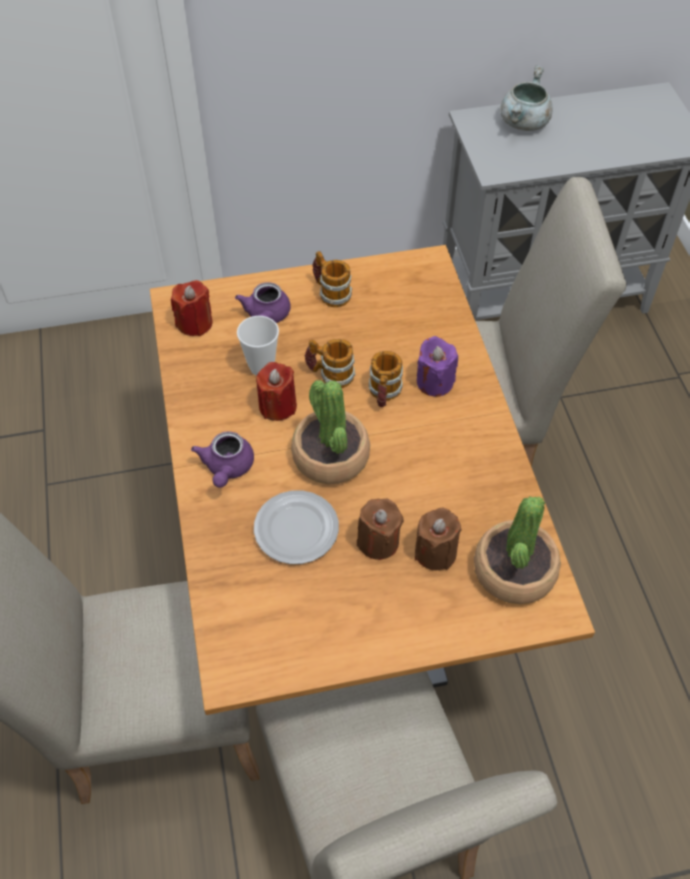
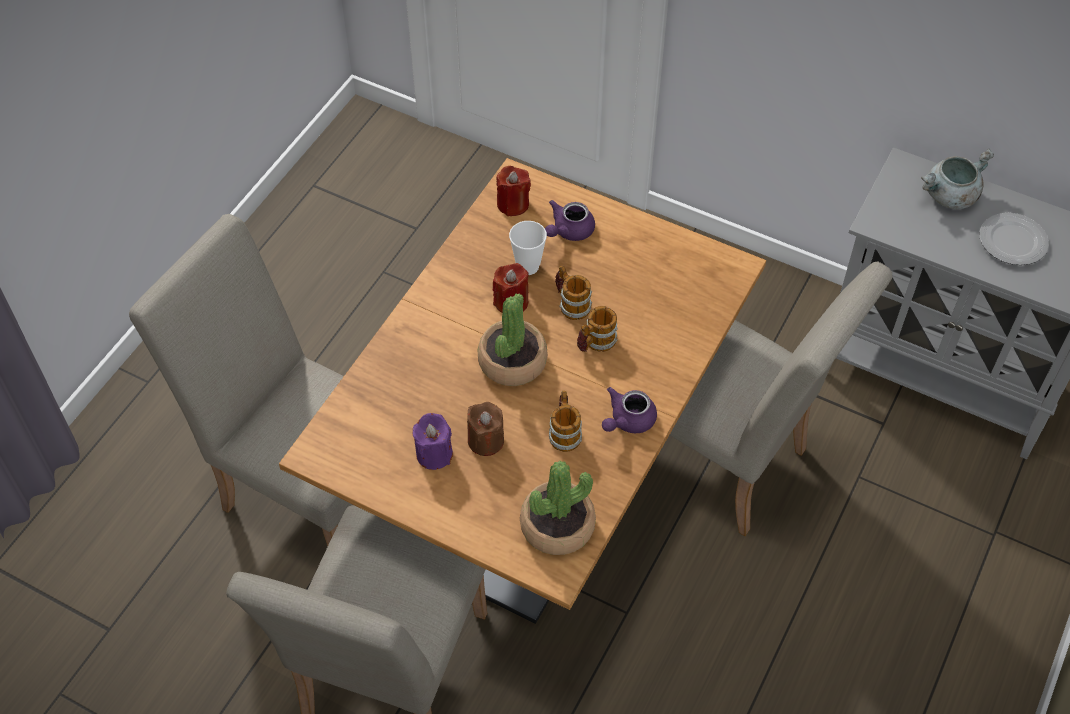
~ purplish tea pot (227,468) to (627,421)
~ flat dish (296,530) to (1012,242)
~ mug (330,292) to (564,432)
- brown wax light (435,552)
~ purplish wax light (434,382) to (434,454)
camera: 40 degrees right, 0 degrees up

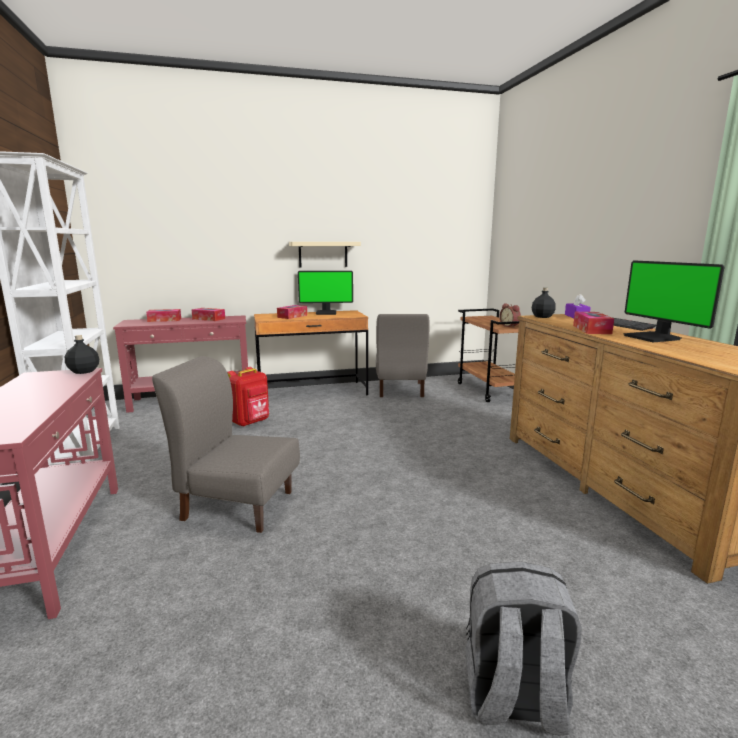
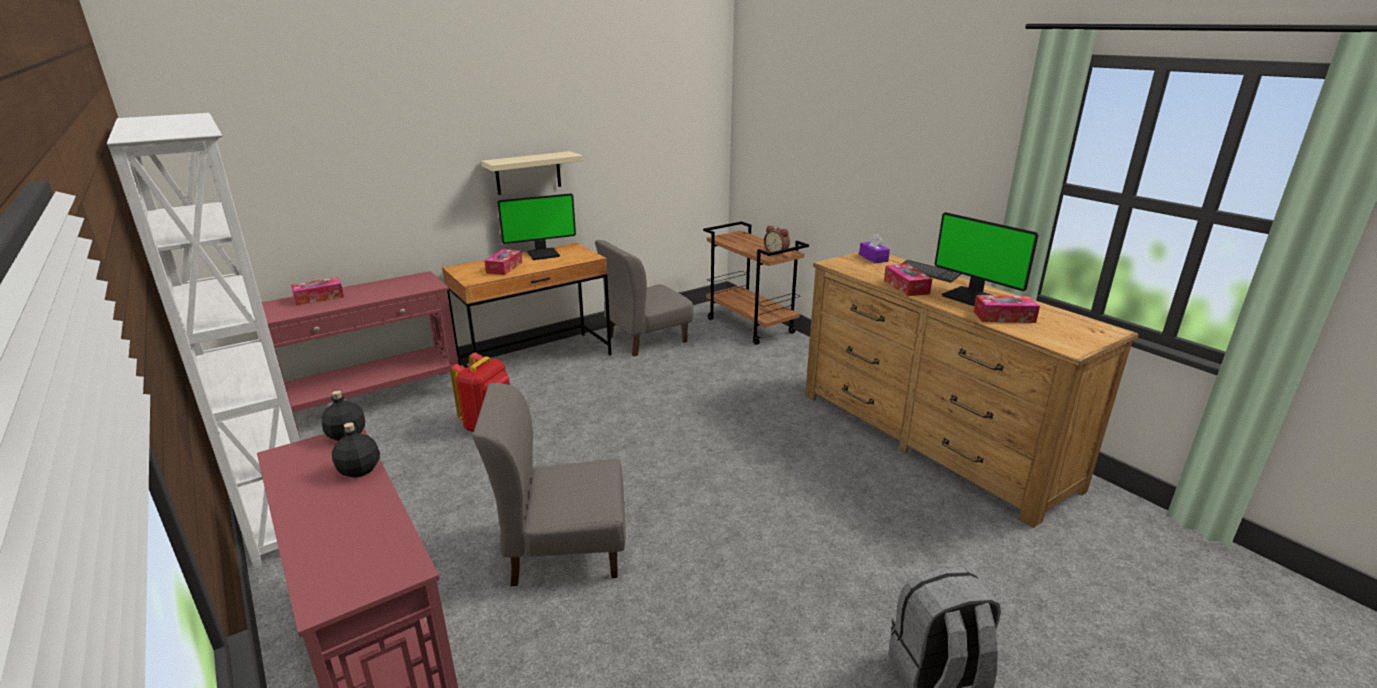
~ box of tissues (208,319) to (1004,317)
~ greyish upright chair (400,389) = (645,339) 75 degrees clockwise
~ black-coloured beverage bottle (542,316) to (359,470)
camera: 20 degrees left, 10 degrees up

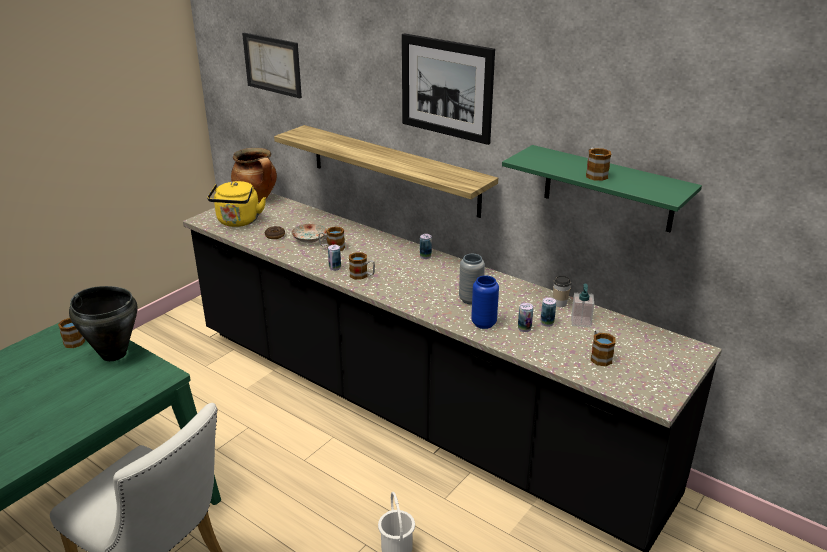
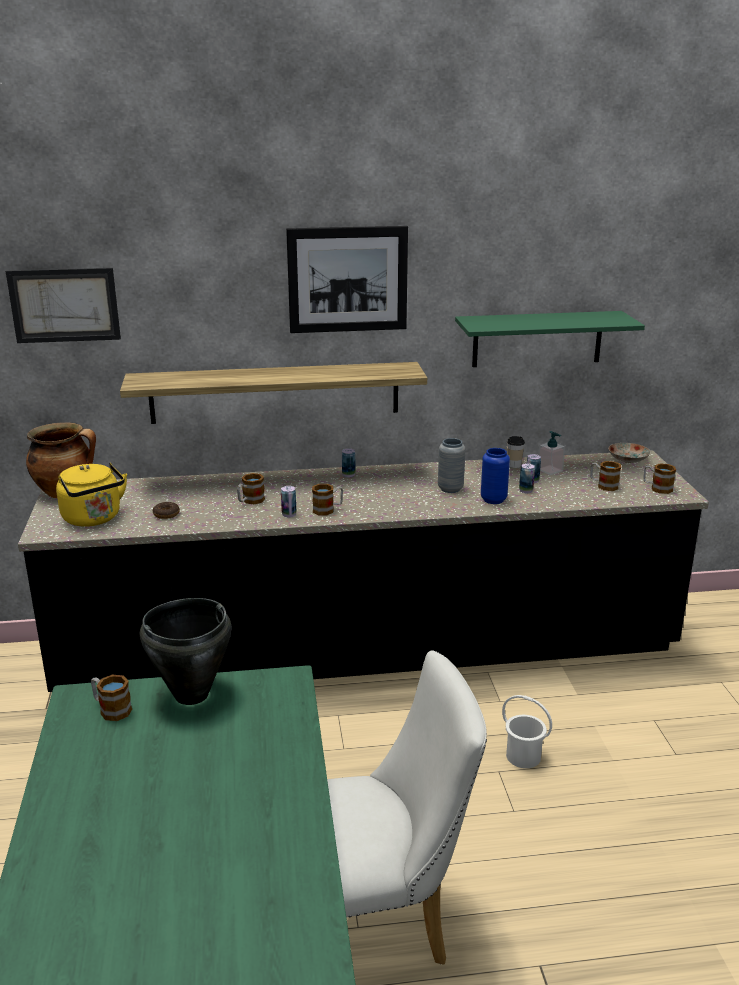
~ flat dish (309,239) to (627,459)
~ mug (594,174) to (657,488)
camera: 45 degrees left, 5 degrees down

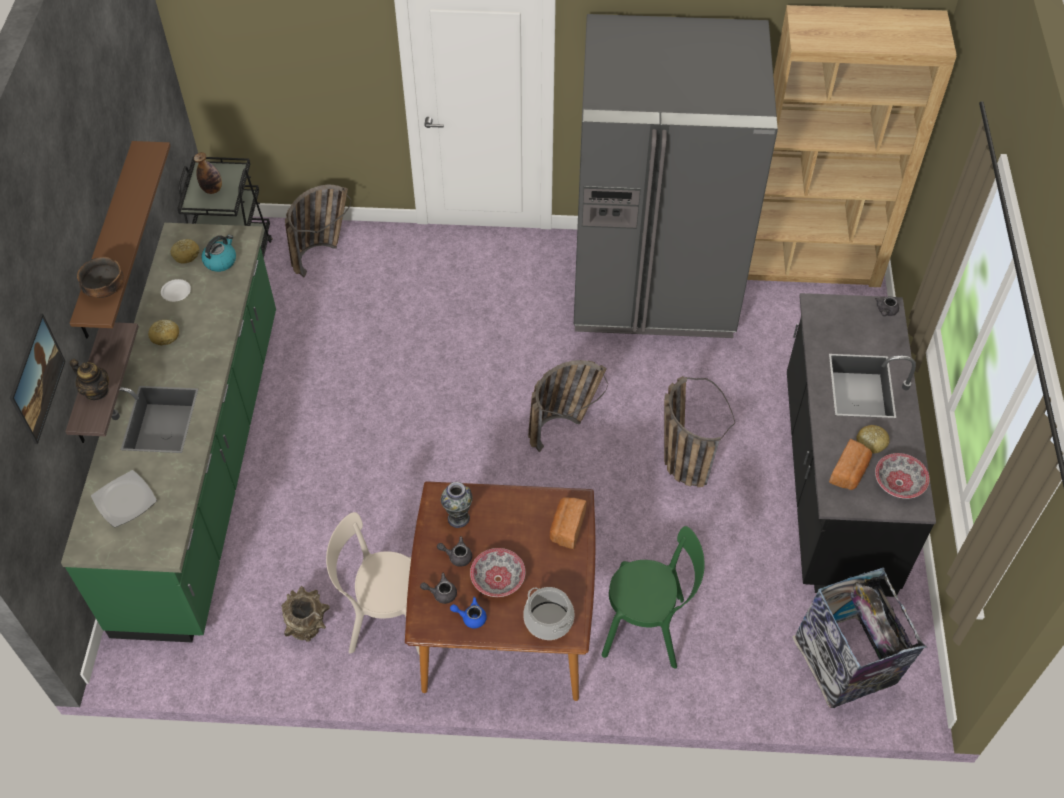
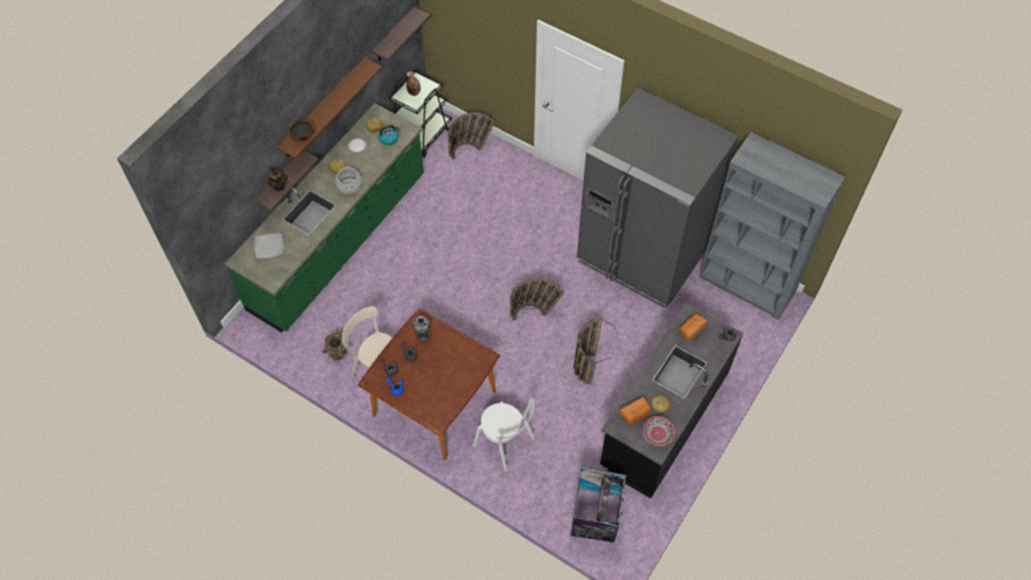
- wall art (43,390)
- bowl (498,579)
~ saucepot (548,620) to (349,185)
~ bread (567,528) to (691,330)
~ green-coloured upright chair (648,628) to white-coloured upright chair (505,444)
~ brown bookshelf (811,262) to greyish bookshelf (747,285)
+ wall shelf (394,36)
camera: 30 degrees right, 5 degrees up

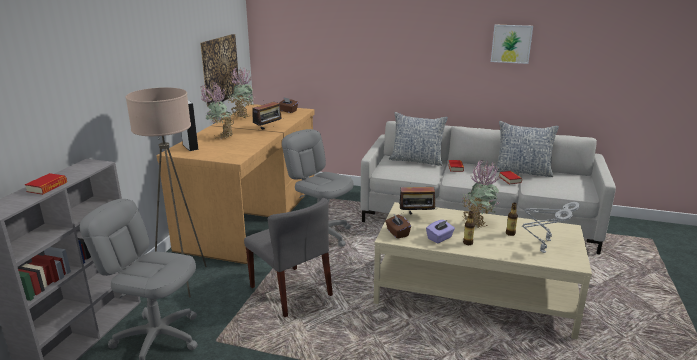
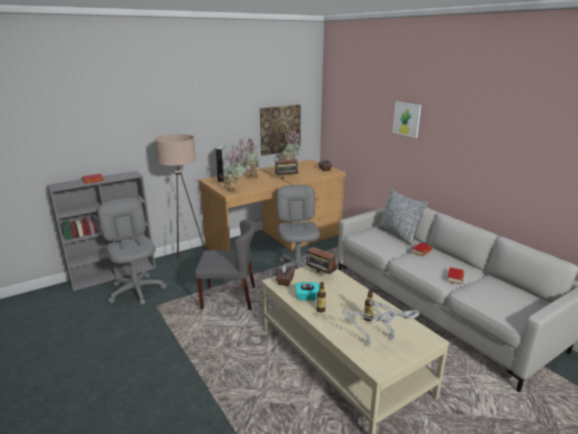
~ greyish upright chair (291,291) = (229,297) 90 degrees counterclockwise
~ purplish box of tissues (440,238) to blue-green box of tissues (307,297)
~ houseplant (477,222) to (234,190)
~ wall art (511,44) to (407,119)
- pillow (522,171)
camera: 40 degrees right, 0 degrees up

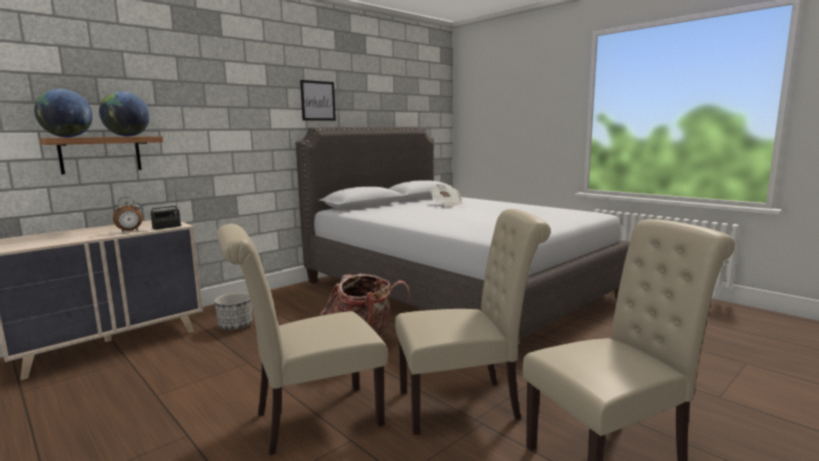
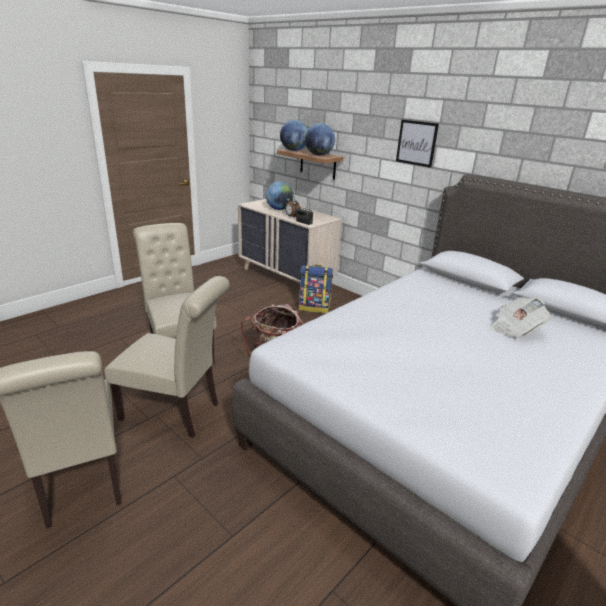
~ planter (235,326) to knapsack (314,308)
~ wall art (318,101) to (416,143)
~ beige upright chair (466,404) = (176,412) 60 degrees counterclockwise
+ globe (279,209)
camera: 85 degrees right, 15 degrees up

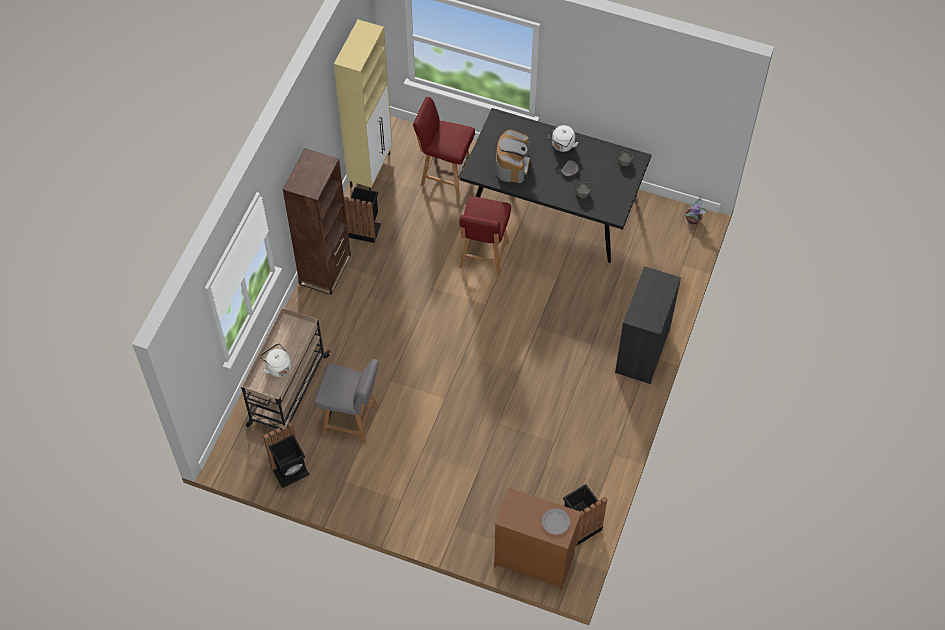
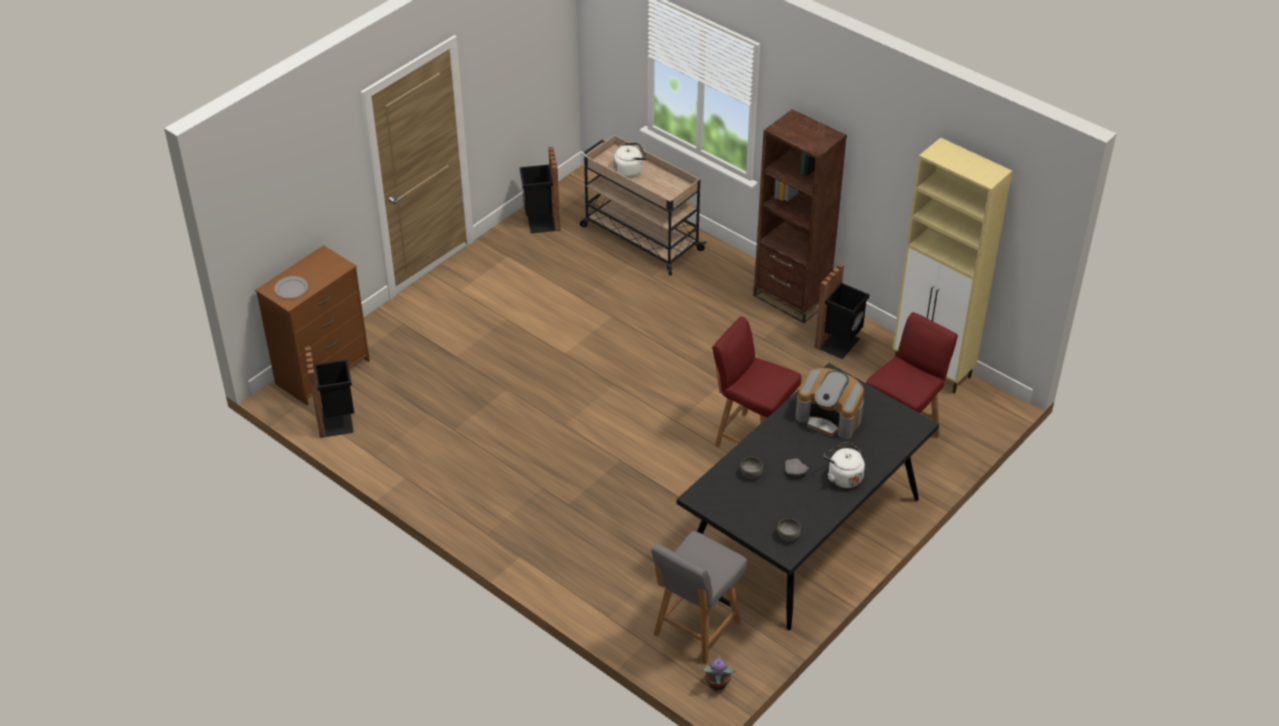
~ greyish upright chair (352,420) to (695,630)
- black-coloured chest of drawers (642,351)
camera: 110 degrees right, 15 degrees down

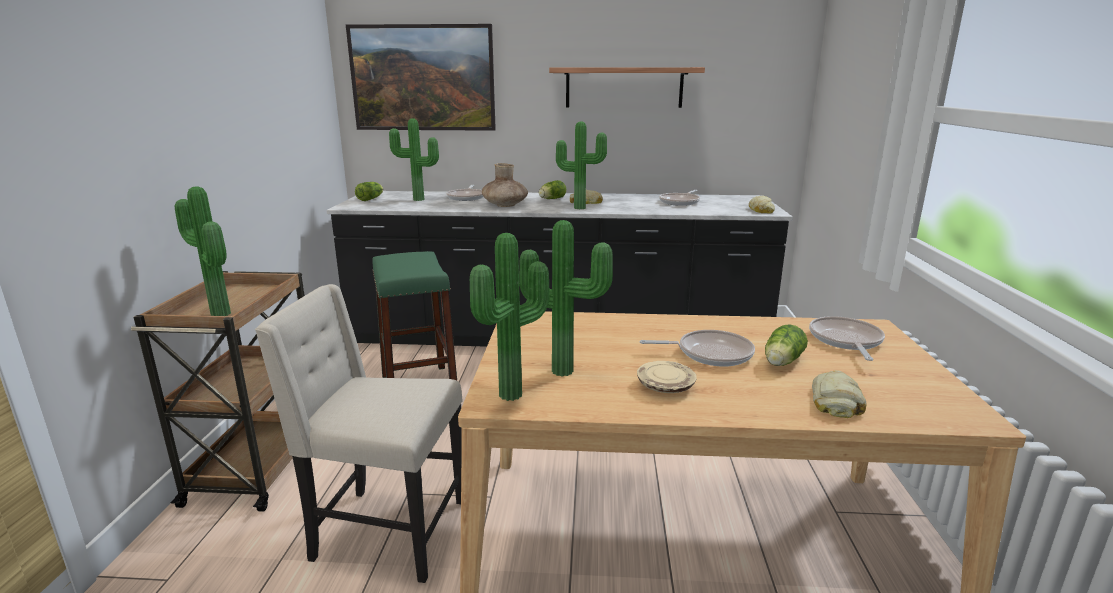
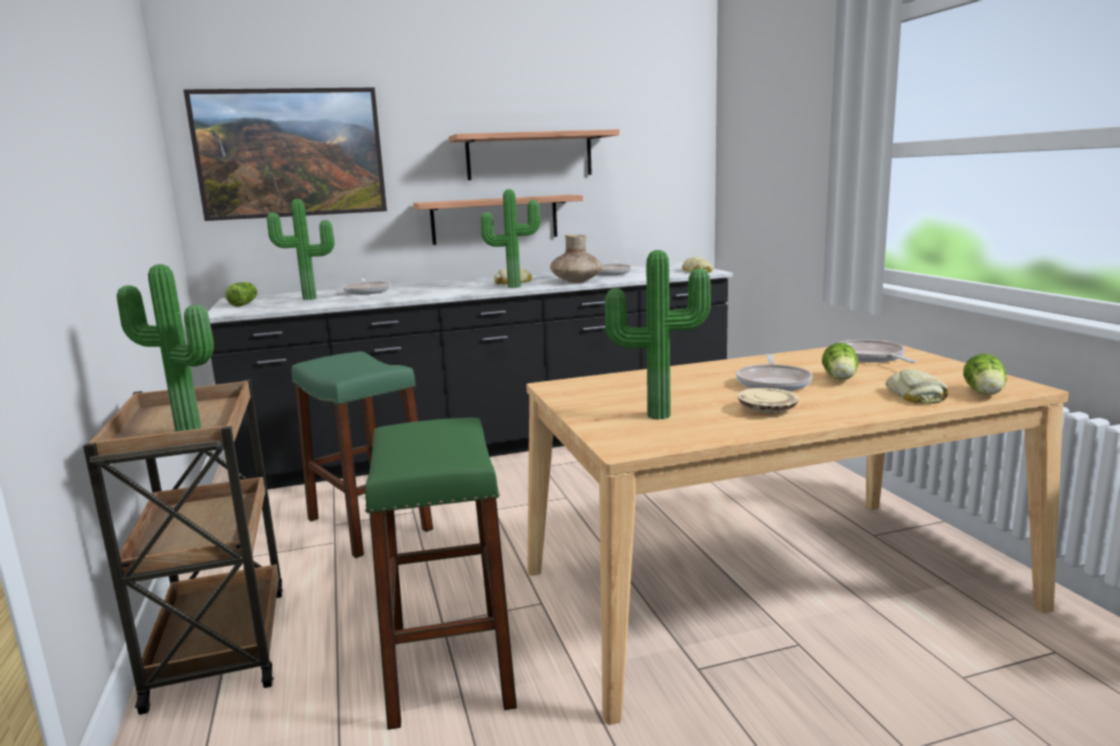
~ beige upright chair (386,531) to green-coloured stool seat (449,664)
- houseplant (514,396)
~ brown decorative vase (505,205) to (576,281)
~ lettuce head (551,199) to (984,393)
~ pan (710,353) = (773,383) 120 degrees clockwise
+ wall shelf (494,219)
camera: 20 degrees left, 5 degrees down

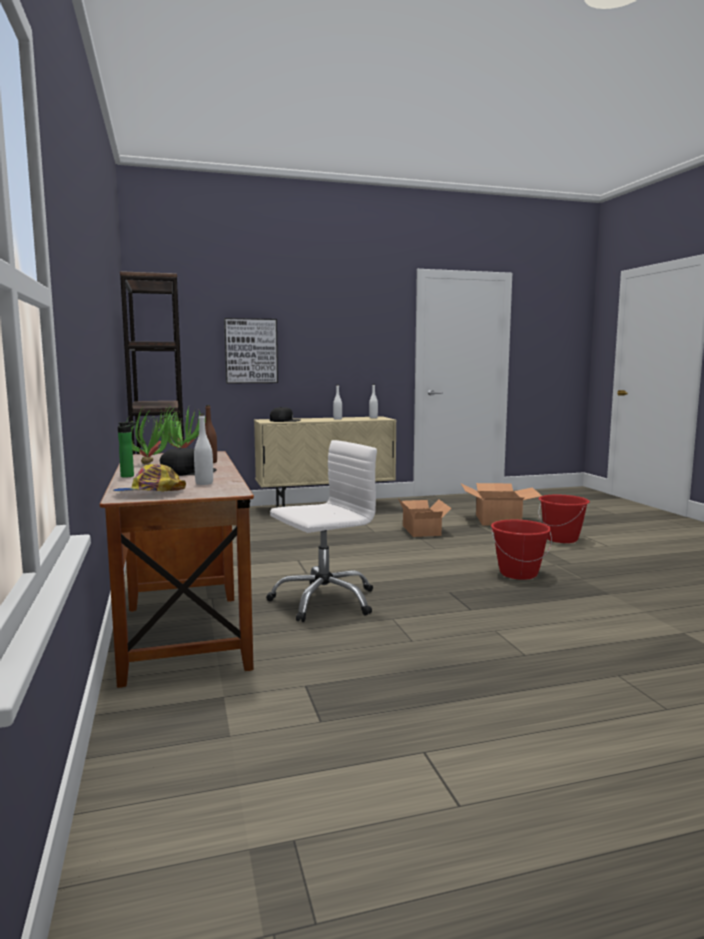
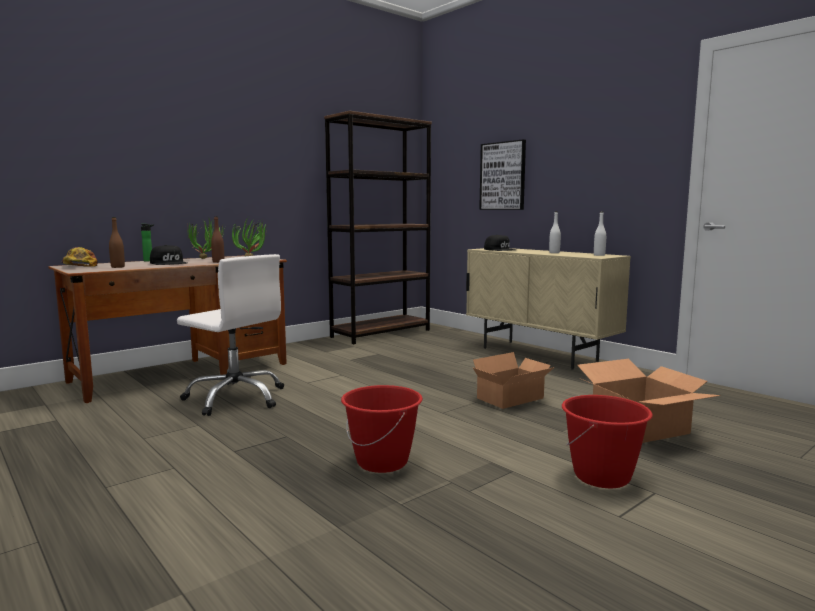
~ white-coloured beverage bottle (204,483) to brown beverage bottle (118,267)
camera: 65 degrees right, 0 degrees up

